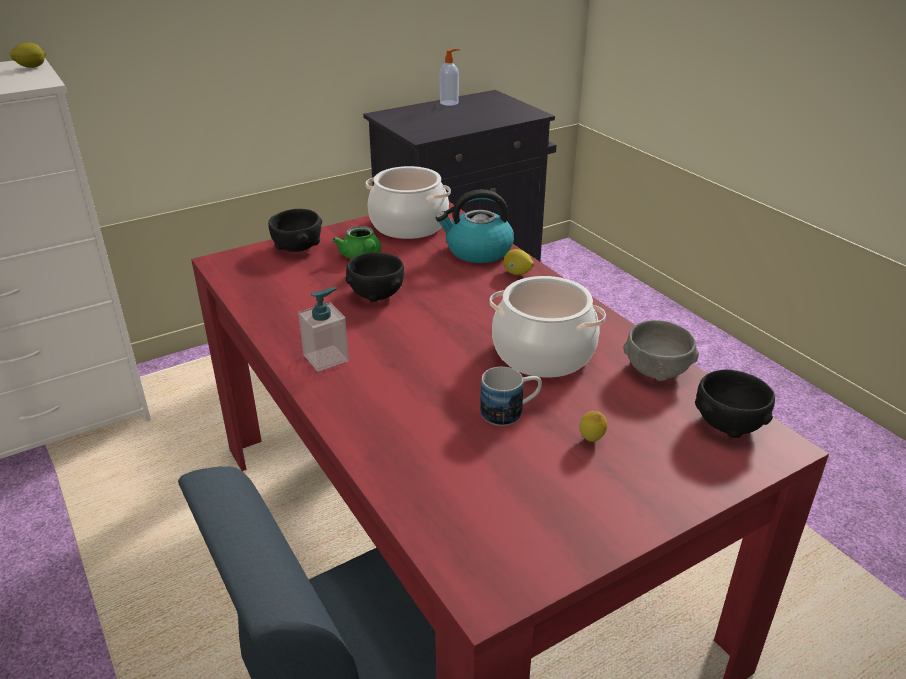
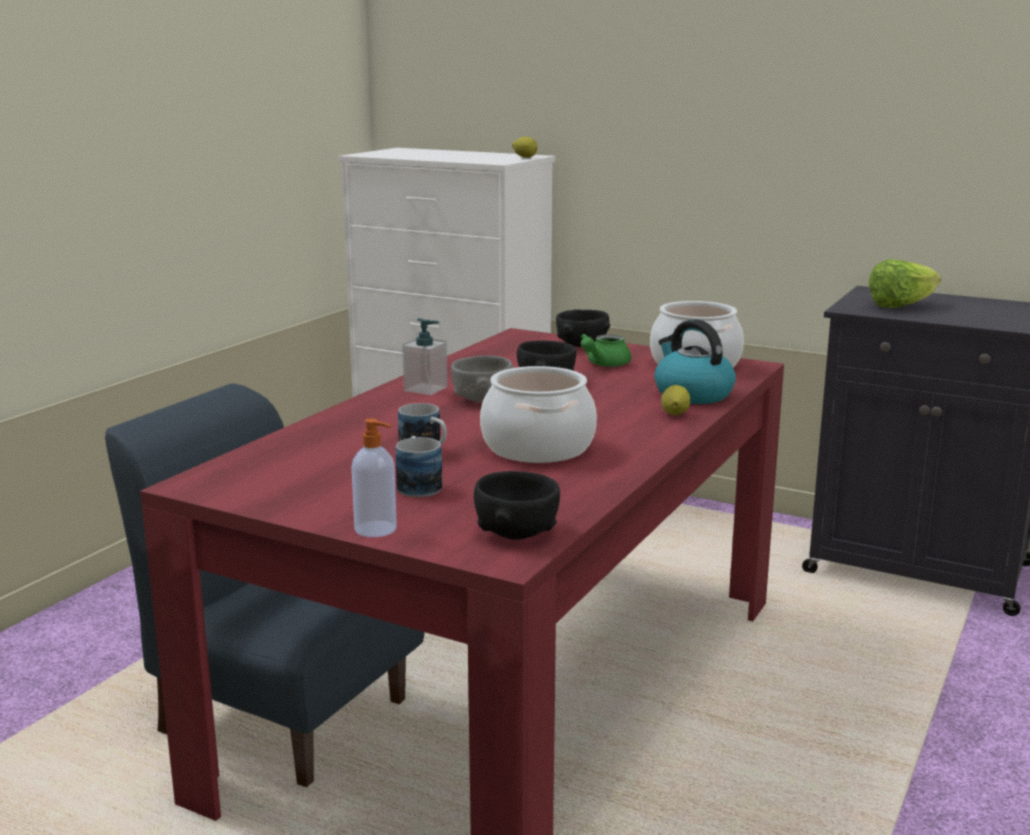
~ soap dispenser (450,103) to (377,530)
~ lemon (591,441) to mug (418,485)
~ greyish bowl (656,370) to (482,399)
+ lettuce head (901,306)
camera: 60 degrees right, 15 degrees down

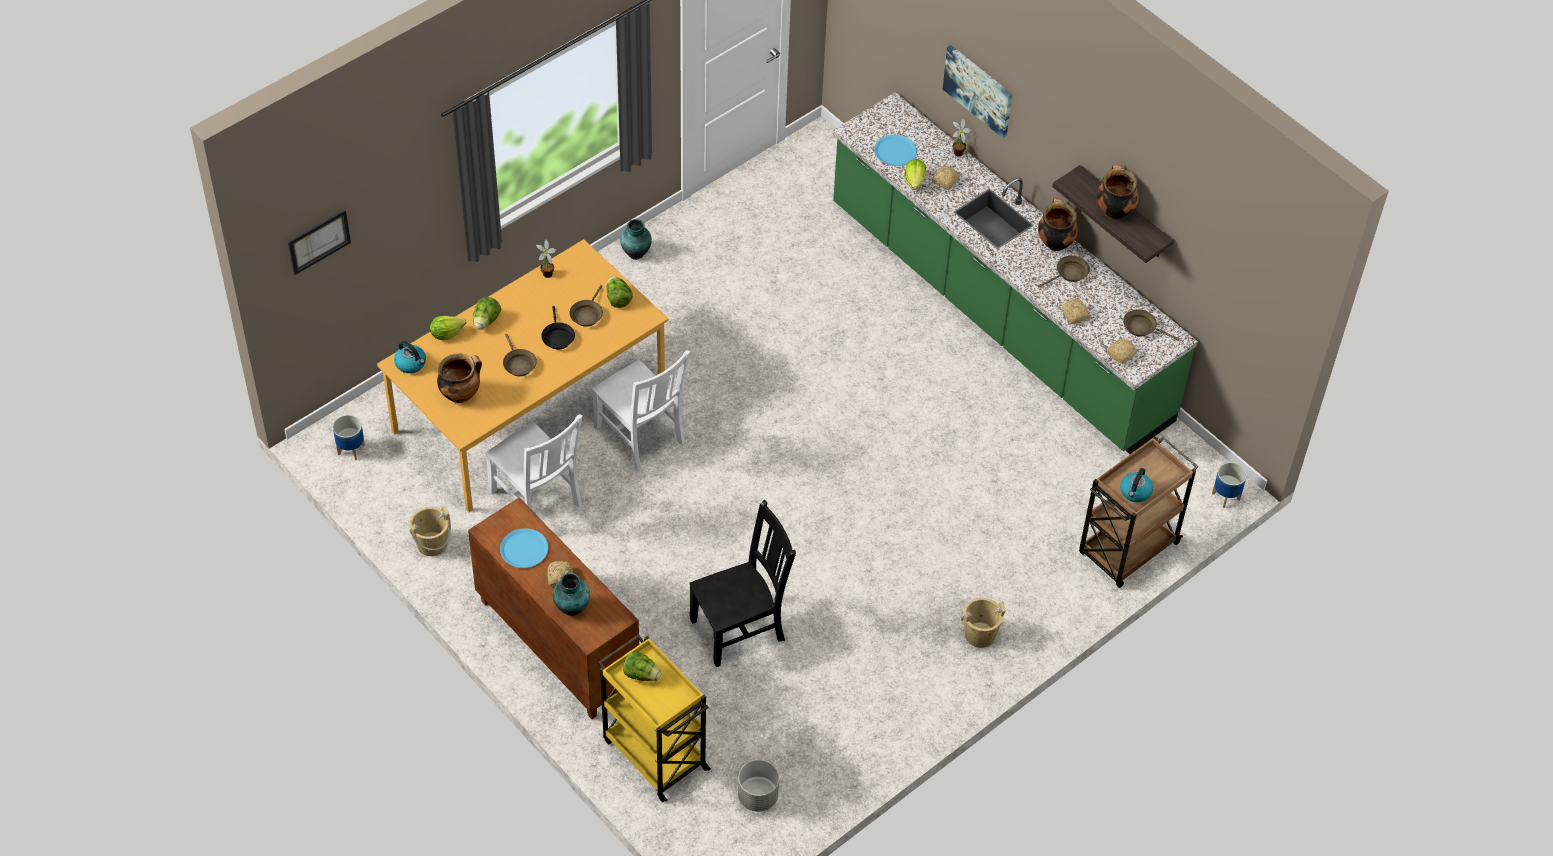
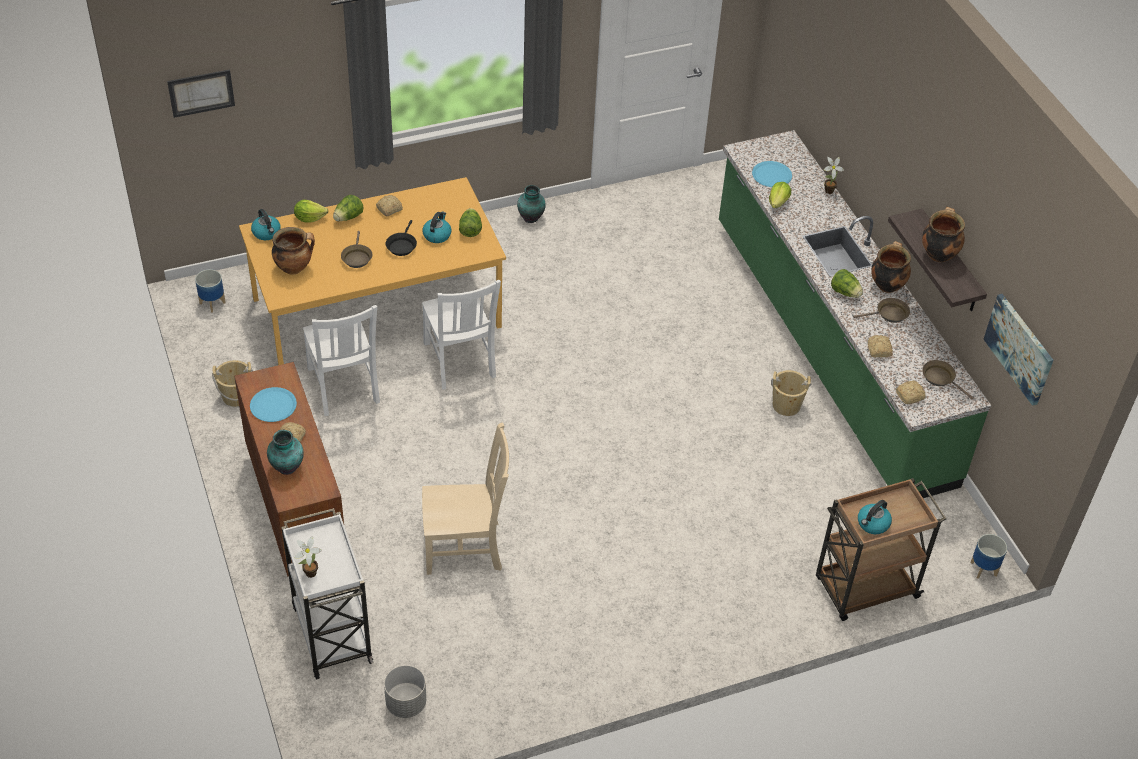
~ houseplant (546,275) to (309,574)
~ brown pan (587,314) to tea kettle (437,235)
~ yellow-coloured trolley (654,753) to white-coloured trolley (331,632)
~ lettuce head (641,674) to (845,292)
~ black-coloured upright chair (740,628) to beige upright chair (466,547)
~ bread (944,181) to (388,209)
~ wall art (978,90) to (1019,348)
~ beige pail (980,634) to (786,405)
camera: 20 degrees right, 5 degrees down

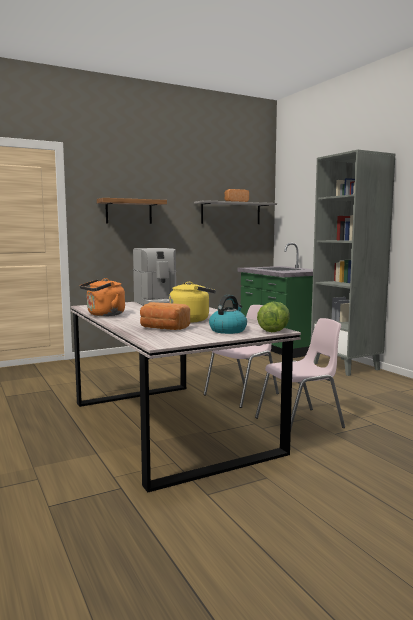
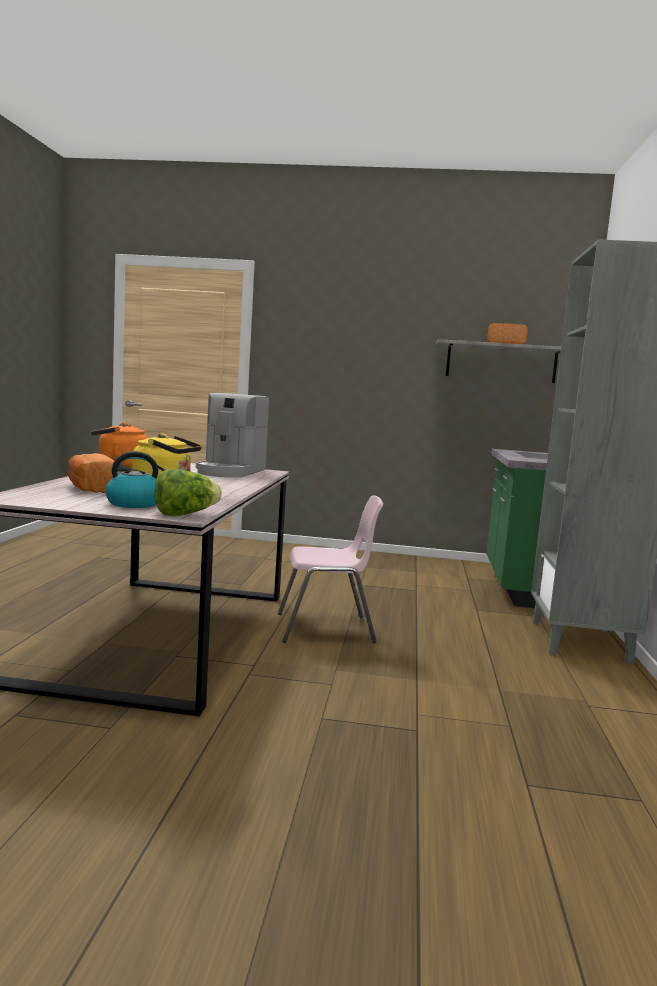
- wall shelf (128,211)
- pink upright chair (300,423)
camera: 35 degrees right, 0 degrees up

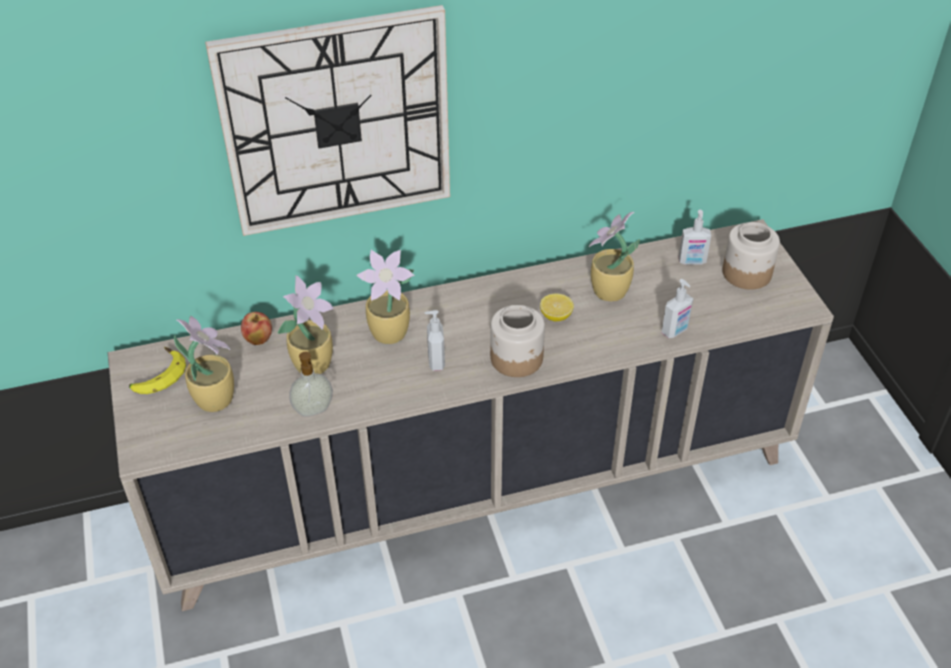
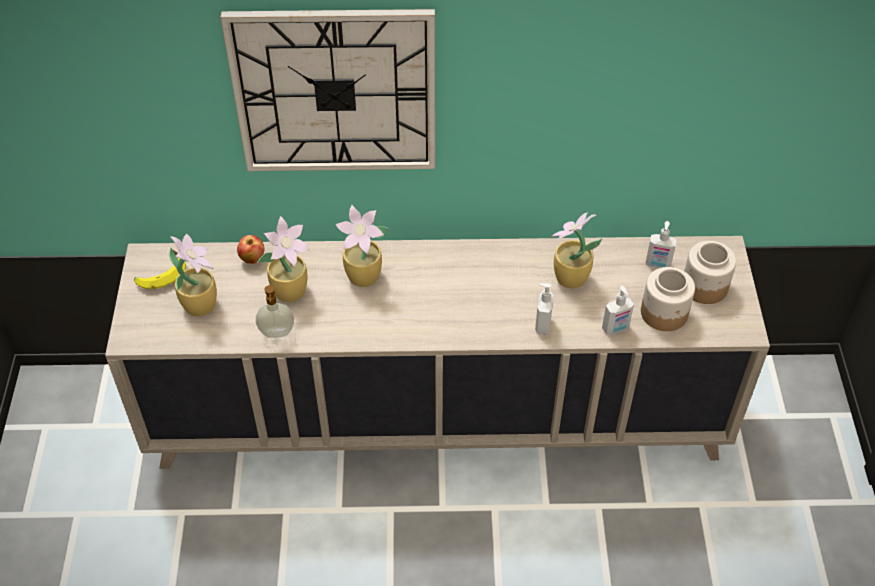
~ soap dispenser (435,361) to (542,325)
~ jar (517,358) to (664,313)
- lemon (556,316)
camera: 15 degrees right, 5 degrees up

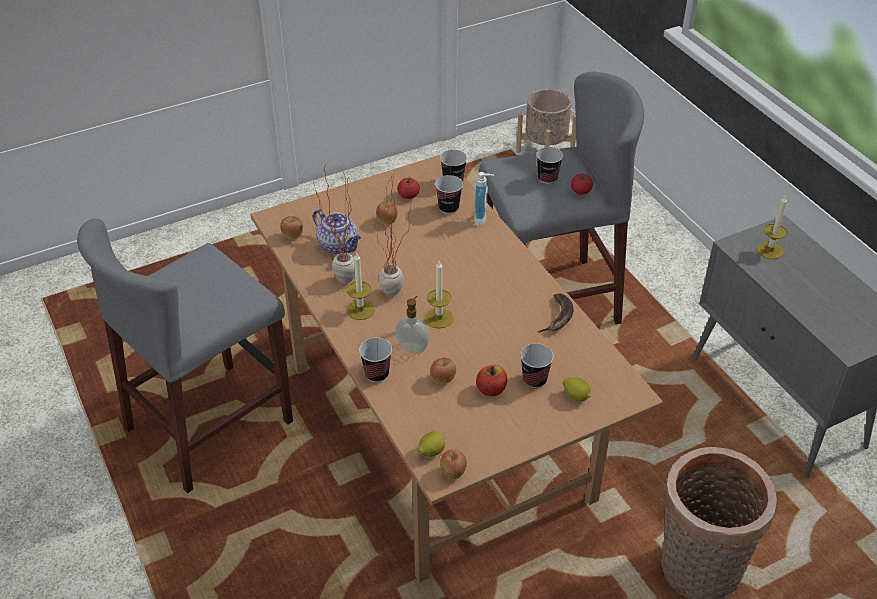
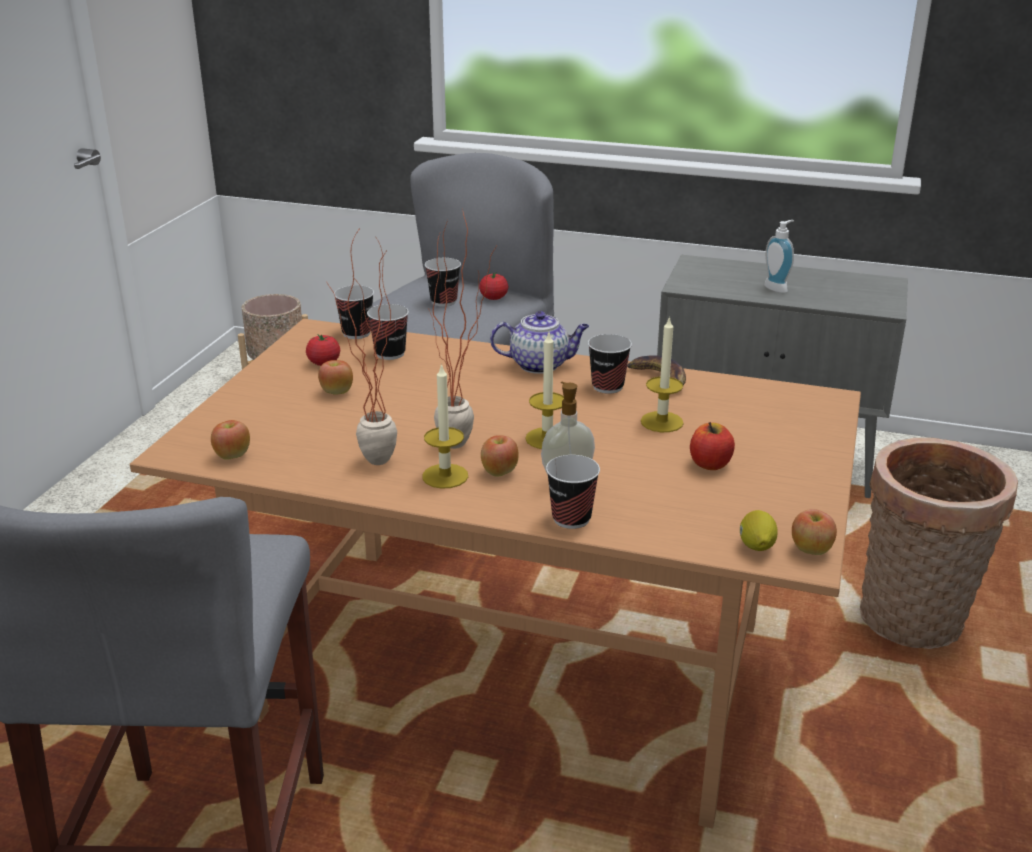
~ tea pot (339,246) to (540,365)
~ apple fruit (443,379) to (499,472)
~ soap dispenser (482,219) to (778,288)
~ cup (534,380) to (607,386)
- lemon (576,396)
~ wax light (770,250) to (662,422)
camera: 45 degrees left, 15 degrees down

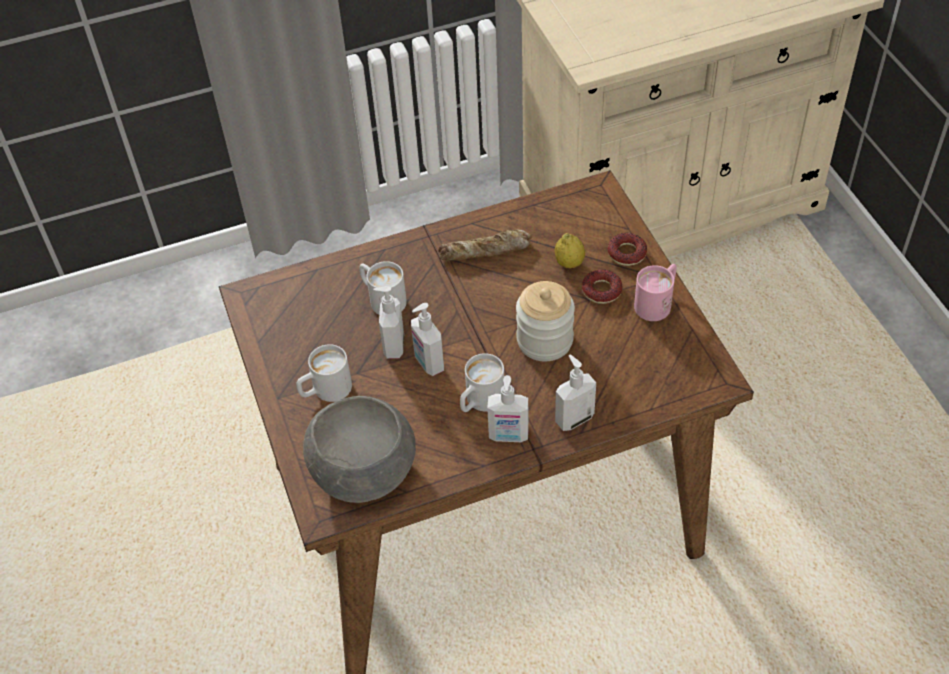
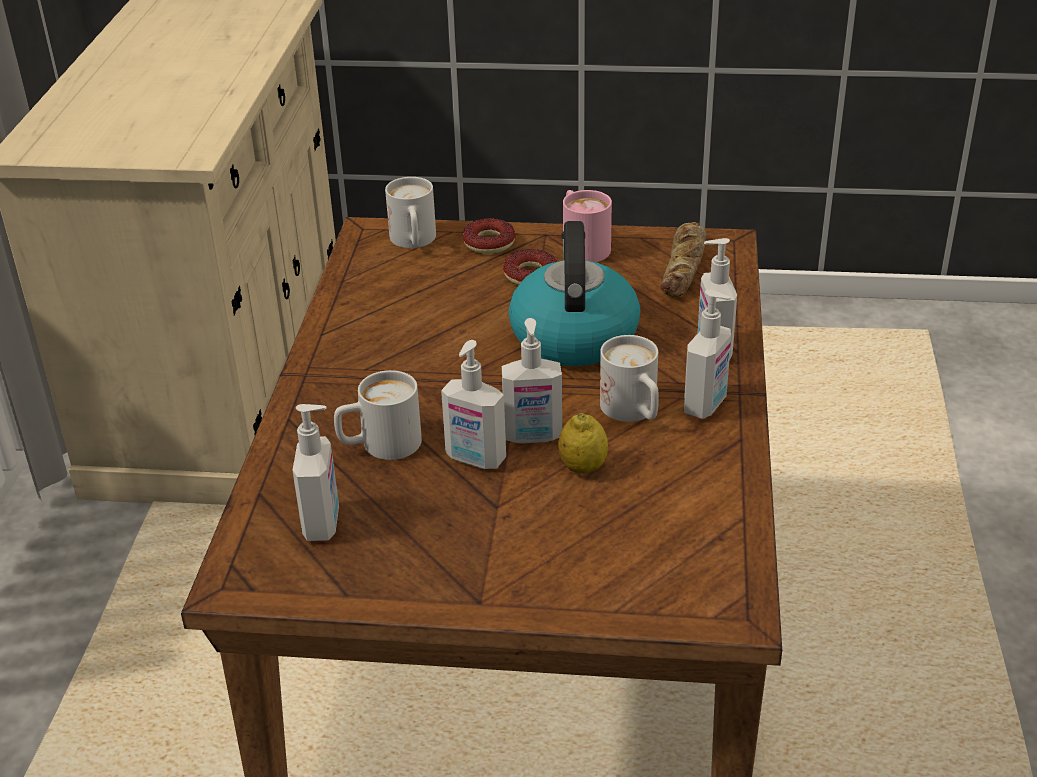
~ white-coloured mug (325,391) to (414,242)
- greyish bowl (363,471)
~ bread (486,251) to (684,267)
~ jar (544,340) to tea kettle (573,335)
~ lemon (569,263) to (583,467)
+ soap dispenser (323,523)
camera: 65 degrees left, 15 degrees down

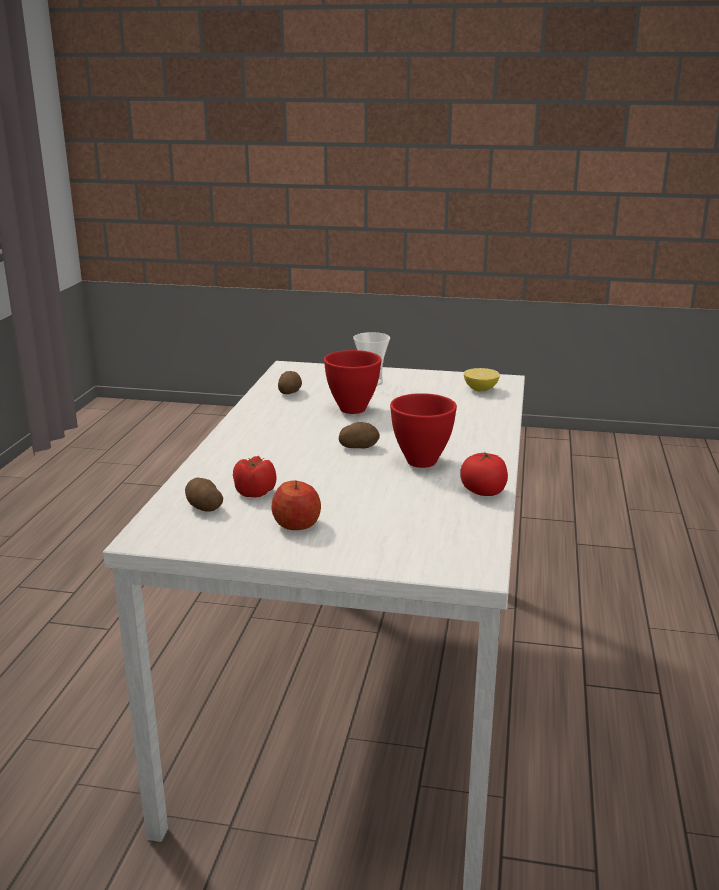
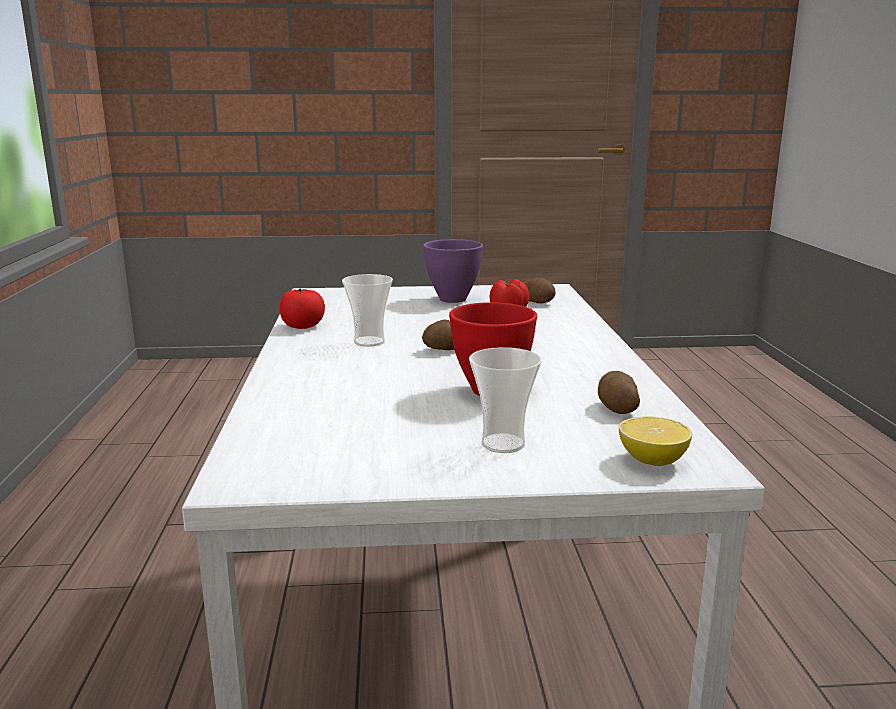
~ apple fruit (297,525) to purplish bowl (452,299)
~ red bowl (420,462) to cup (369,342)
~ lemon (480,389) to (652,460)
camera: 165 degrees right, 5 degrees down

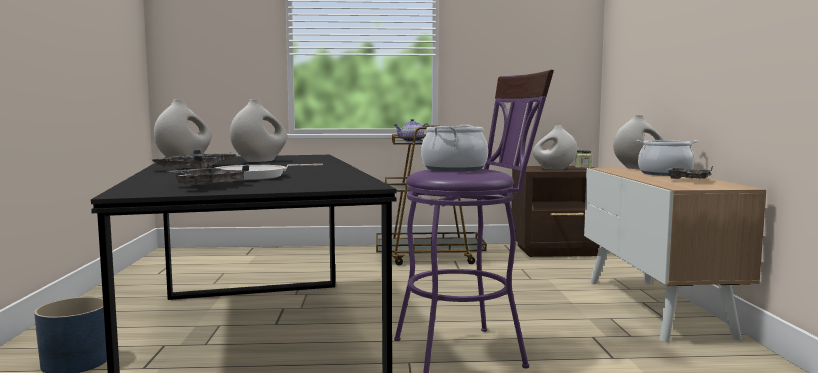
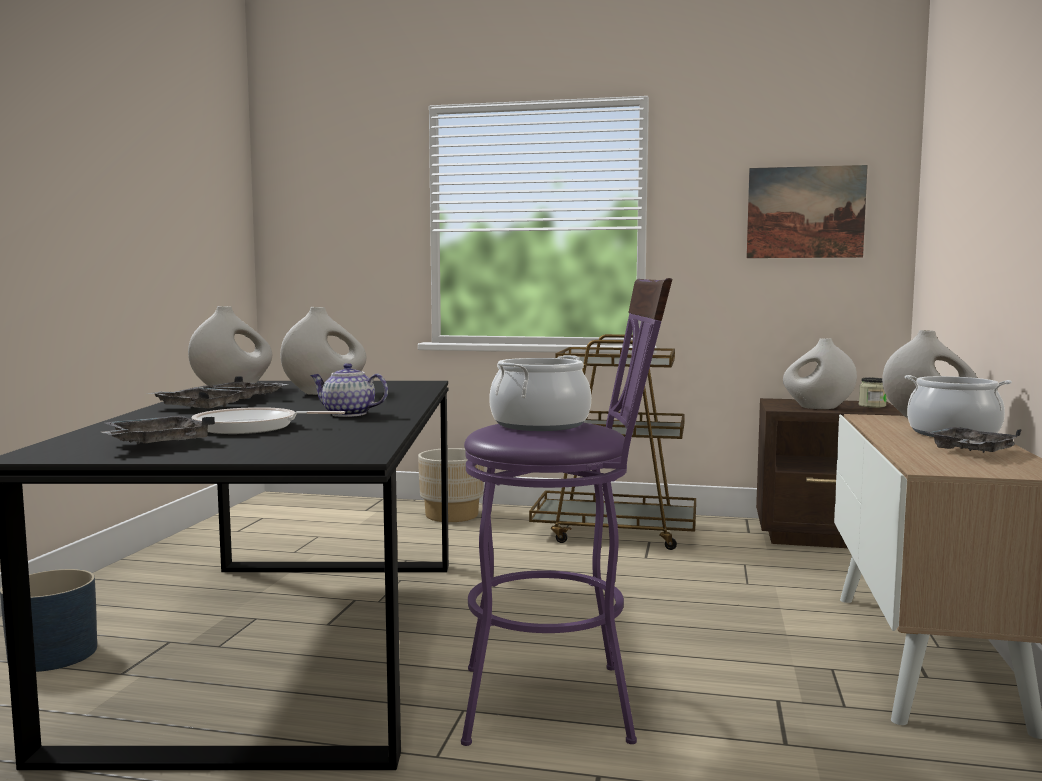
~ tea pot (412,141) to (347,414)
+ beige planter (452,515)
+ wall art (805,212)
camera: 15 degrees right, 0 degrees up

